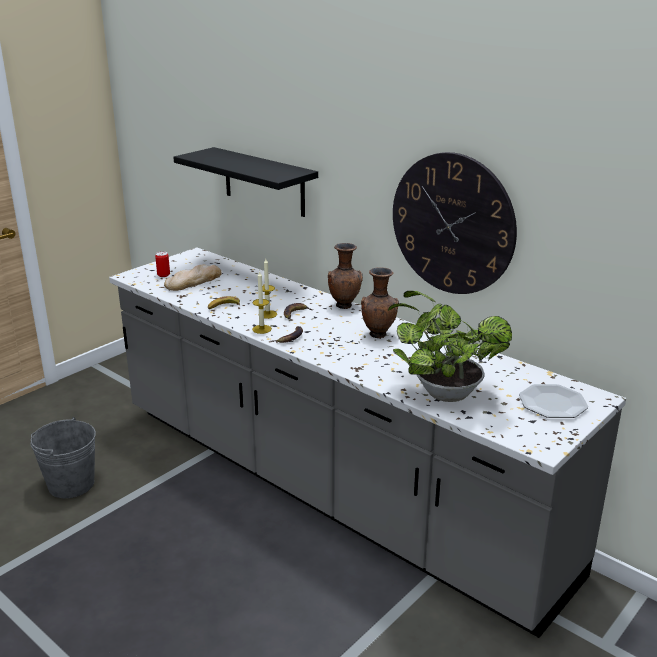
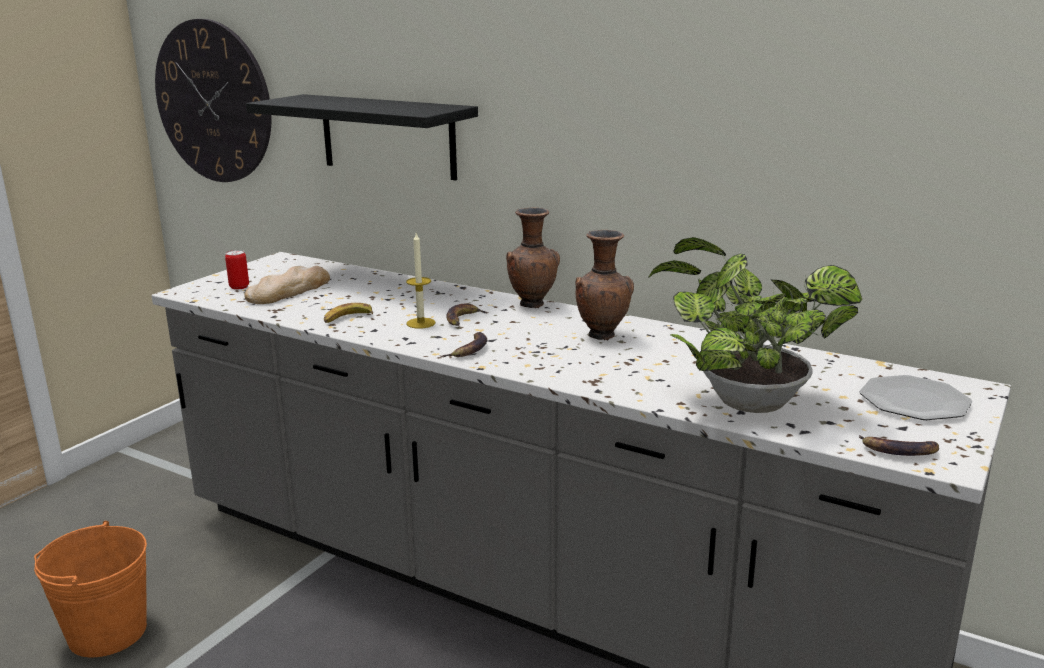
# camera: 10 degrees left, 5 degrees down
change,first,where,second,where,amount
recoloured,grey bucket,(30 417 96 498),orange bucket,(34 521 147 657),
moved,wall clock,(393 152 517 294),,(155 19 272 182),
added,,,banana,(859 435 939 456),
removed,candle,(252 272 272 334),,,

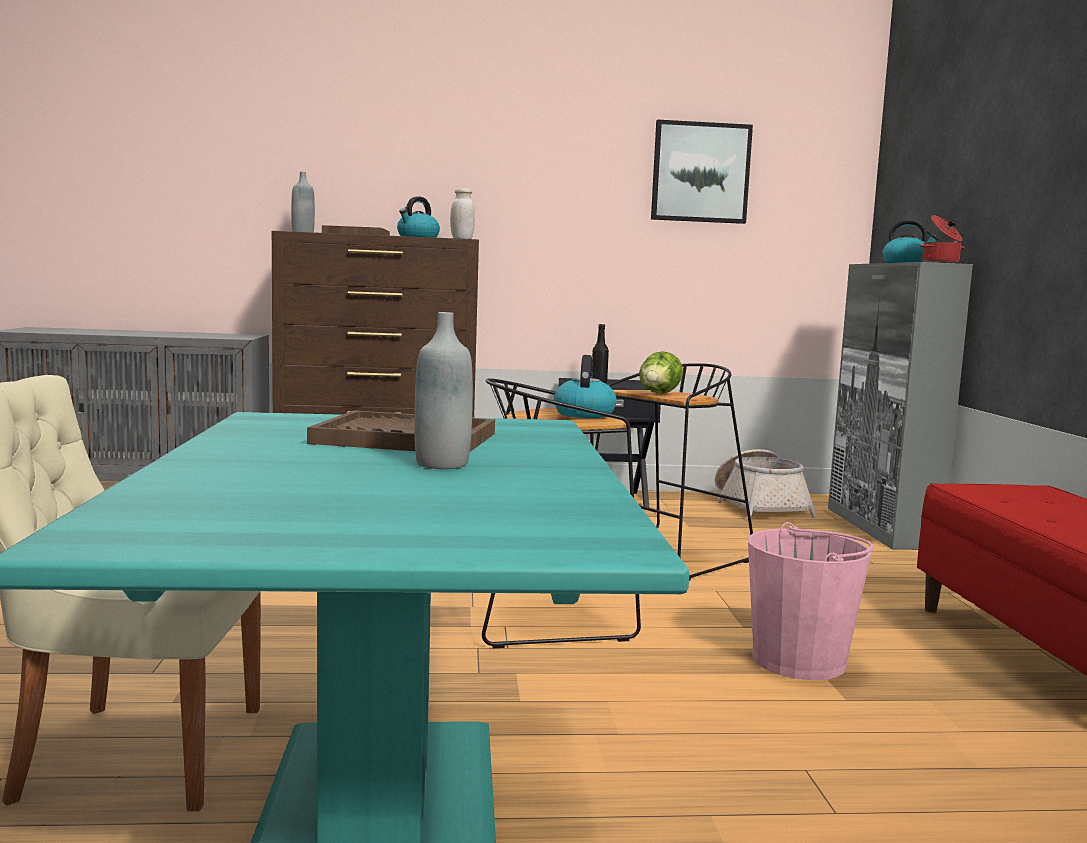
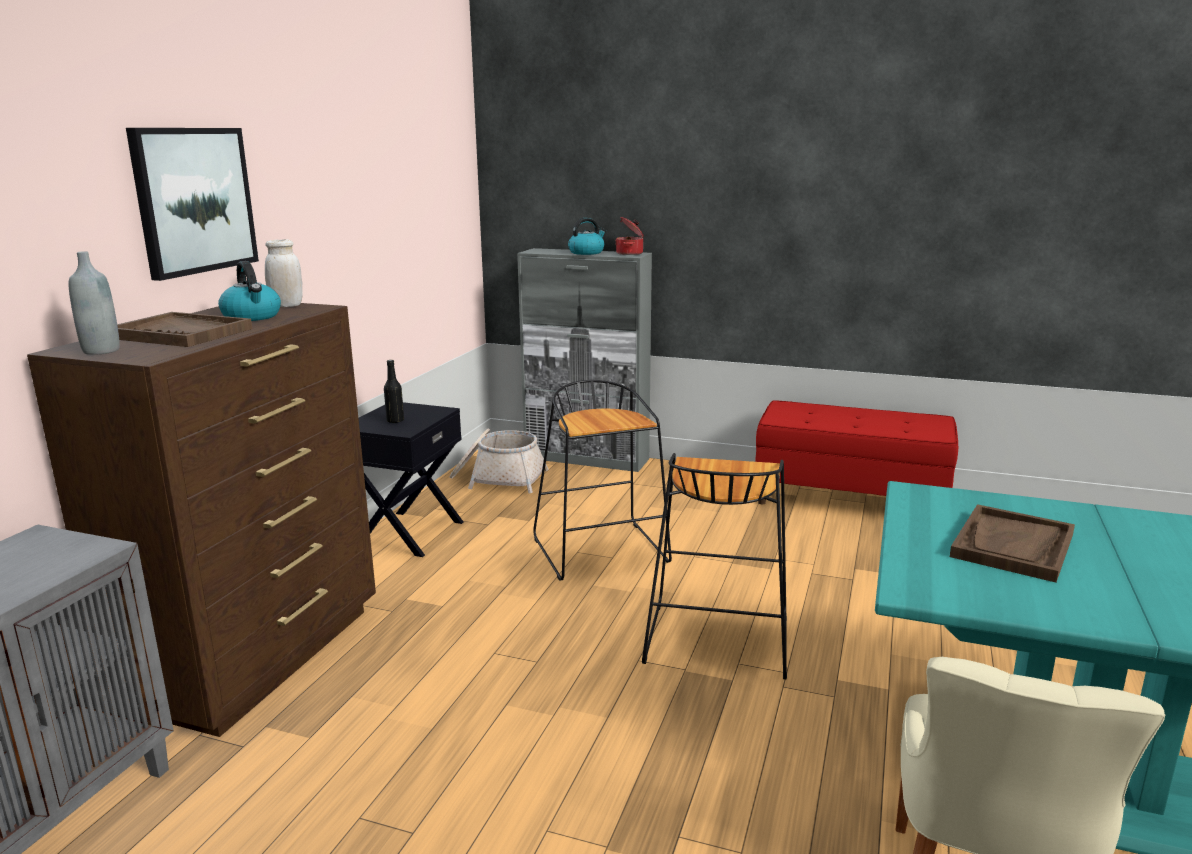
# camera: 65 degrees left, 10 degrees up
change,first,where,second,where,amount
moved,picture,(651 120 753 224),,(126 128 259 281),
removed,grey bottle,(414 312 473 469),,,
removed,kettle,(554 355 617 418),,,
removed,lettuce,(639 351 683 394),,,
removed,pink bucket,(748 522 873 680),,,

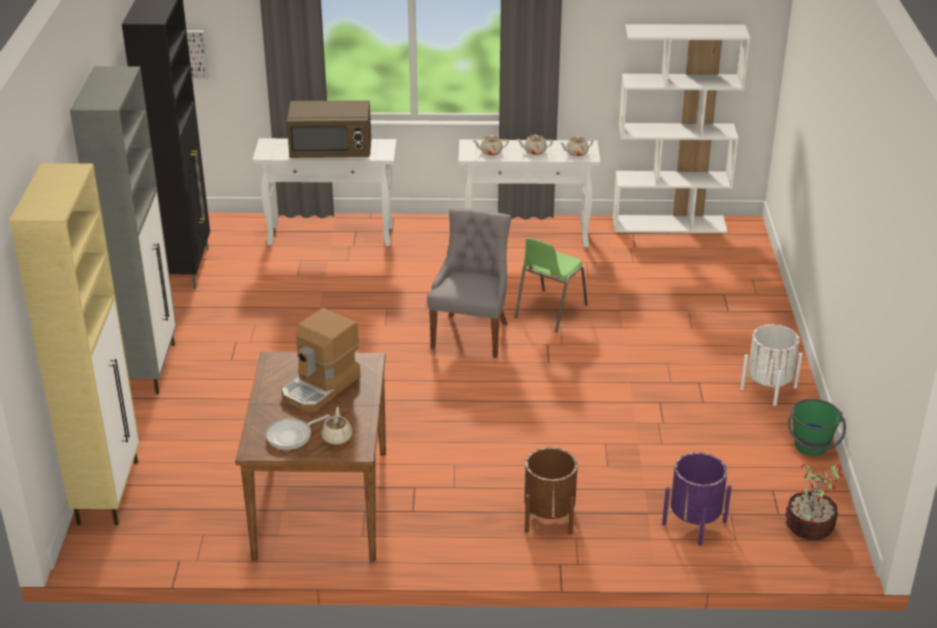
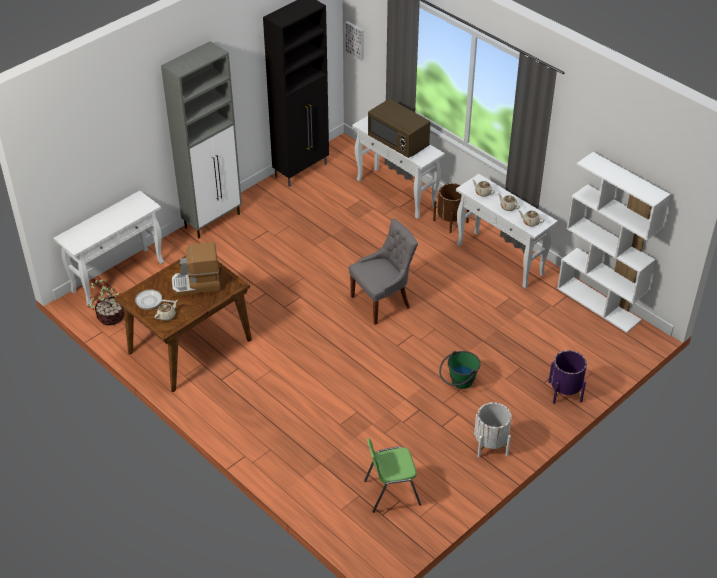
# camera: 45 degrees right, 10 degrees up
change,first,where,second,where,amount
replaced,beige cabinet,(9 163 140 525),white console table,(53 191 164 306),
moved,potted plant,(785 464 843 540),,(87 278 124 326),
moved,green chair,(515 238 588 332),,(364 438 421 513),
moved,brown planter,(524 447 578 535),,(433 183 469 233),
moved,green bucket,(788 399 846 456),,(439 351 481 389),
moved,purple planter,(662 452 732 546),,(548 350 587 404),

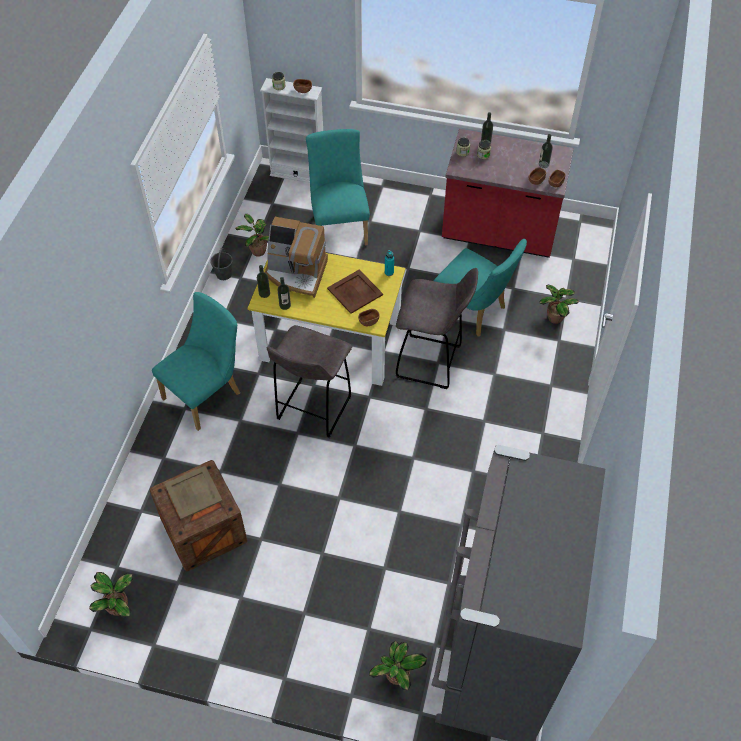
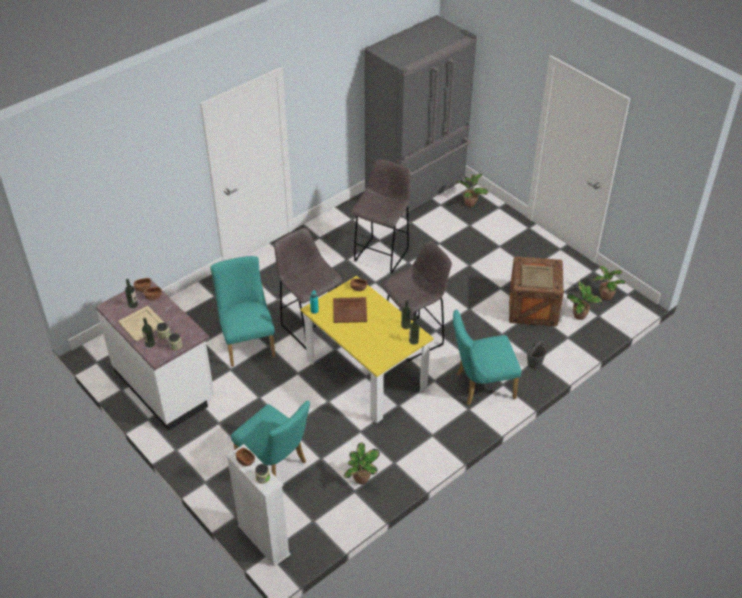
# camera: 145 degrees left, 10 degrees down
change,first,where,second,where,amount
recoloured,red counter,(442 129 574 258),white counter,(96 278 215 431),
added,,,beige tray,(118 306 163 342),
turned,turquoise chair,(306 129 370 245),,(231 401 310 476),75 degrees counterclockwise
added,,,grey stool,(351 159 410 274),
moved,grey bucket,(210 248 233 280),,(527 341 547 369),
moved,potted plant,(539 285 579 324),,(567 282 602 320),
removed,coffee machine,(265 217 328 298),,,

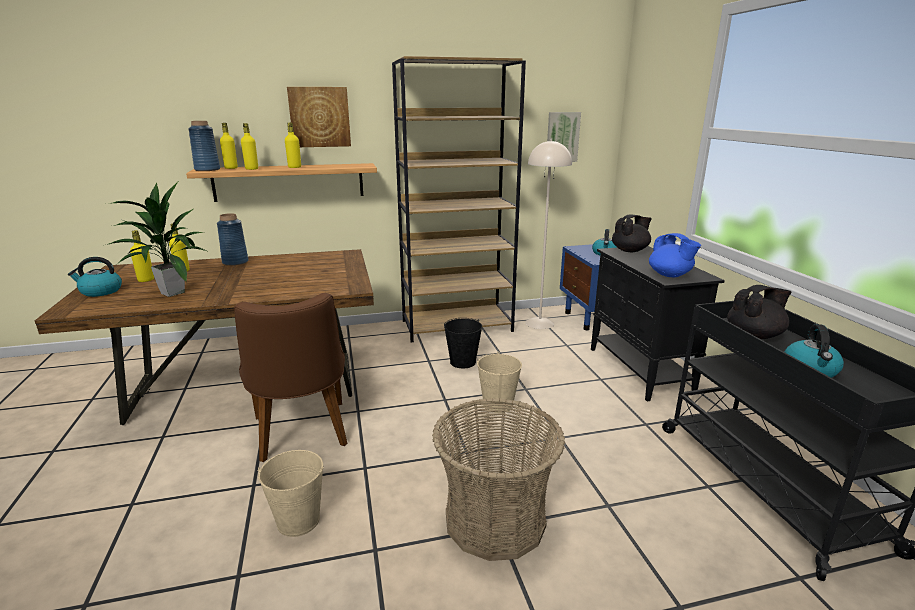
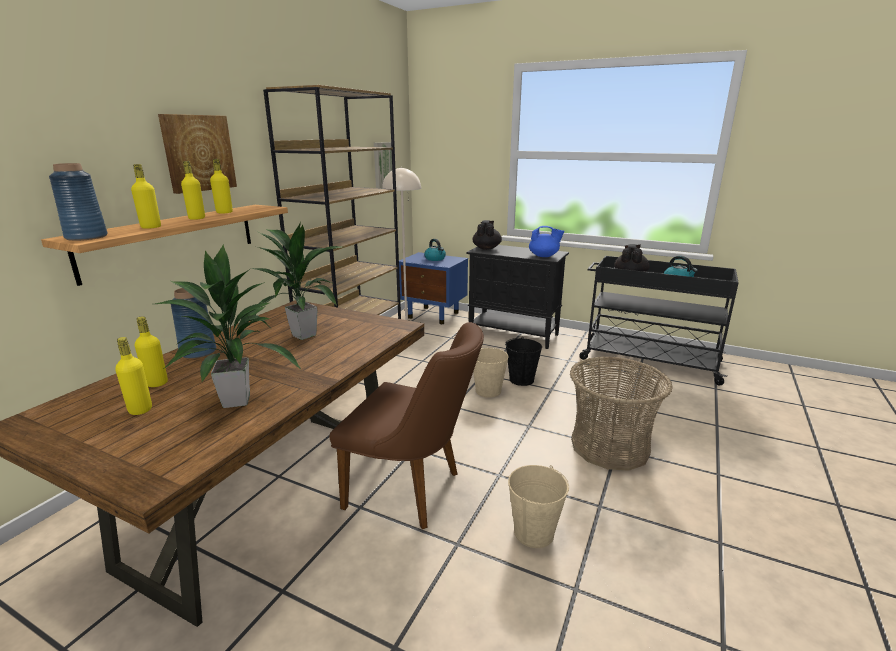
# camera: 50 degrees left, 0 degrees up
change,first,where,second,where,amount
moved,yellow bottle,(220 123 238 169),,(210 159 233 214),
added,,,potted plant,(251 221 342 340),
moved,black bucket,(444 318 482 368),,(505 337 542 386),
removed,kettle,(68 257 122 297),,,

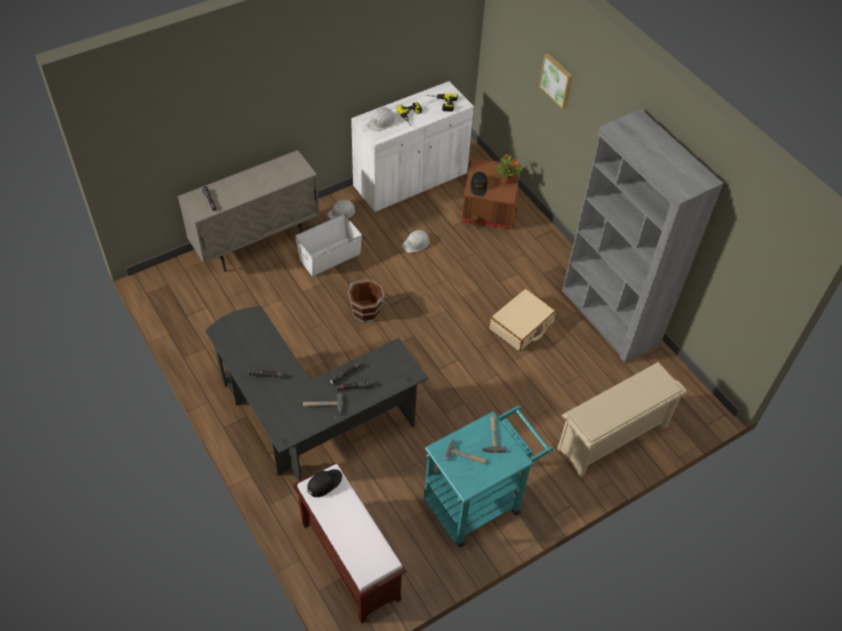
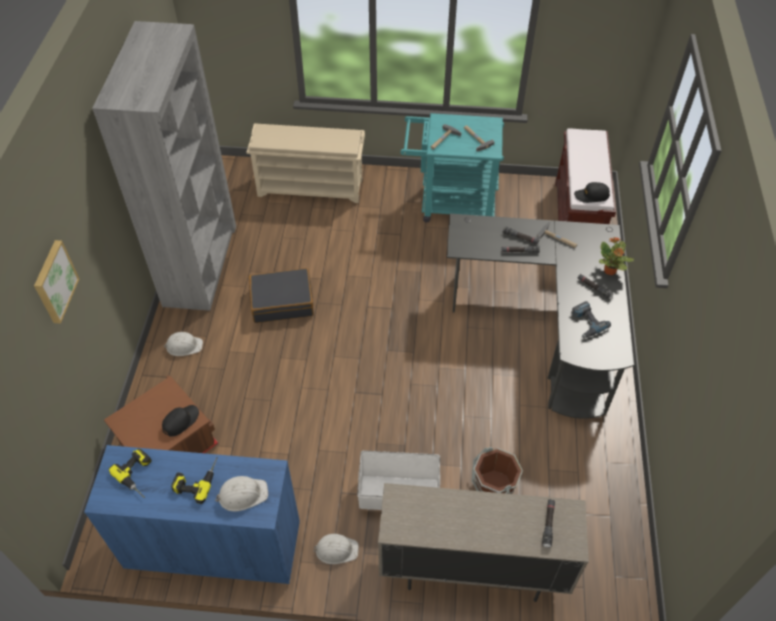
# camera: 140 degrees left, 0 degrees up
change,first,where,second,where,amount
recoloured,white cabinet,(351 81 474 212),blue cabinet,(84 445 300 584),
moved,white hard hat,(402 230 429 253),,(164 332 203 356),
recoloured,beige suitcase,(489 288 556 351),black suitcase,(249 268 314 323),
moved,brown bucket,(348 280 388 323),,(472 447 523 494),
added,,,power drill,(571 301 611 338),
moved,potted plant,(495 155 523 184),,(599 237 634 275),

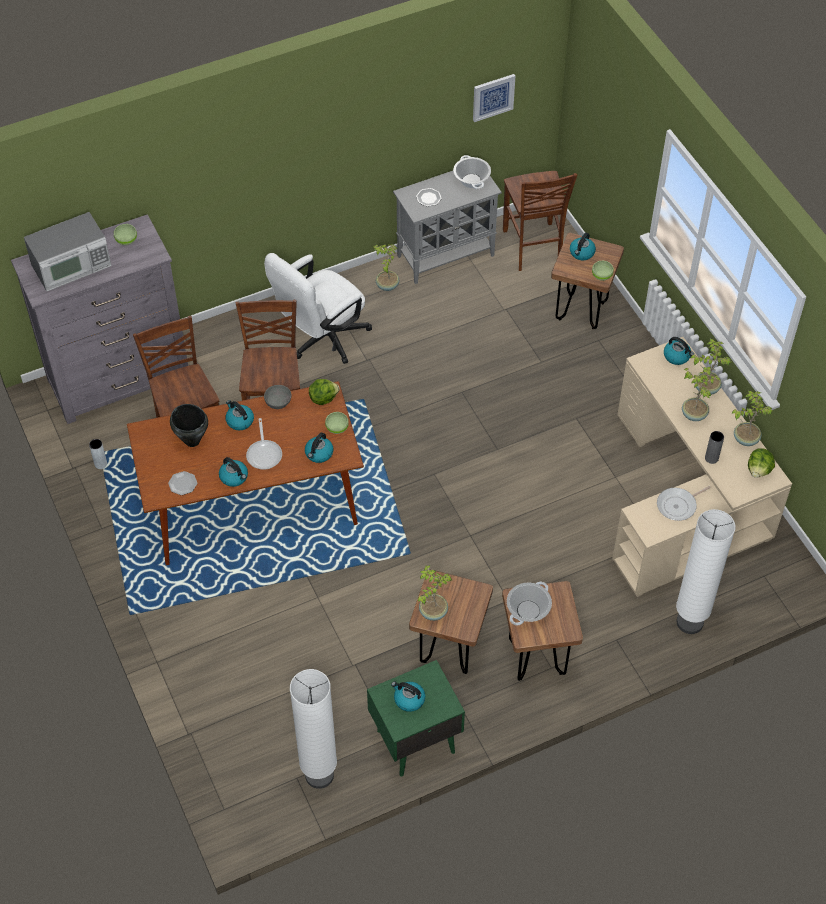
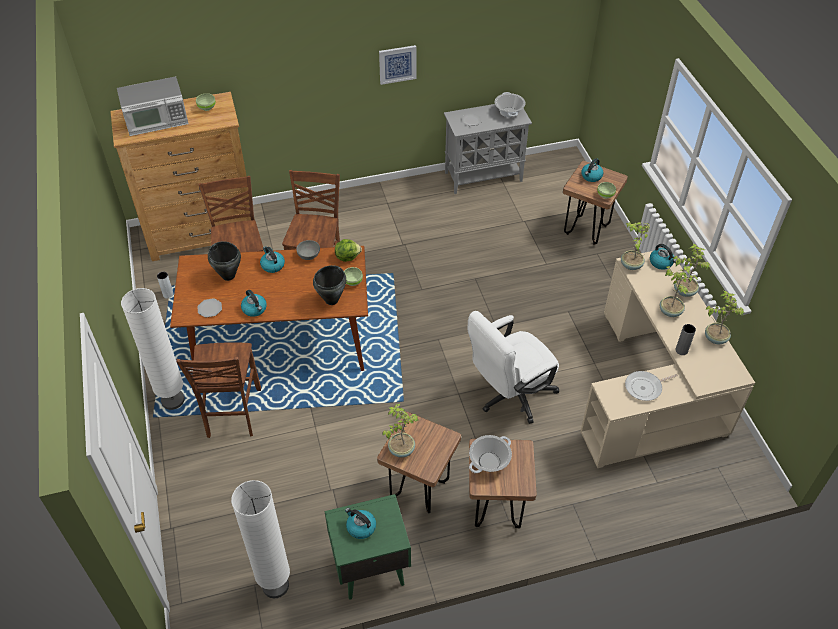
# camera: 10 degrees right, 5 degrees down
change,first,where,second,where,amount
recoloured,grey dresser,(11 214 188 424),brown dresser,(110 92 255 261),
moved,white floor lamp,(676 509 736 634),,(121 288 185 410),
moved,brown chair,(503 171 577 271),,(176 342 261 438),
replaced,kettle,(305 433 334 463),black cooking pot,(313 265 346 305),
moved,picture,(473 74 515 122),,(379 45 417 85),
moved,white office chair,(264 253 372 364),,(468 311 559 424),
moved,potted plant,(373 244 399 291),,(621 222 650 270),
removed,frying pan,(246 418 282 470),,,
removed,lettuce,(748 448 775 478),,,

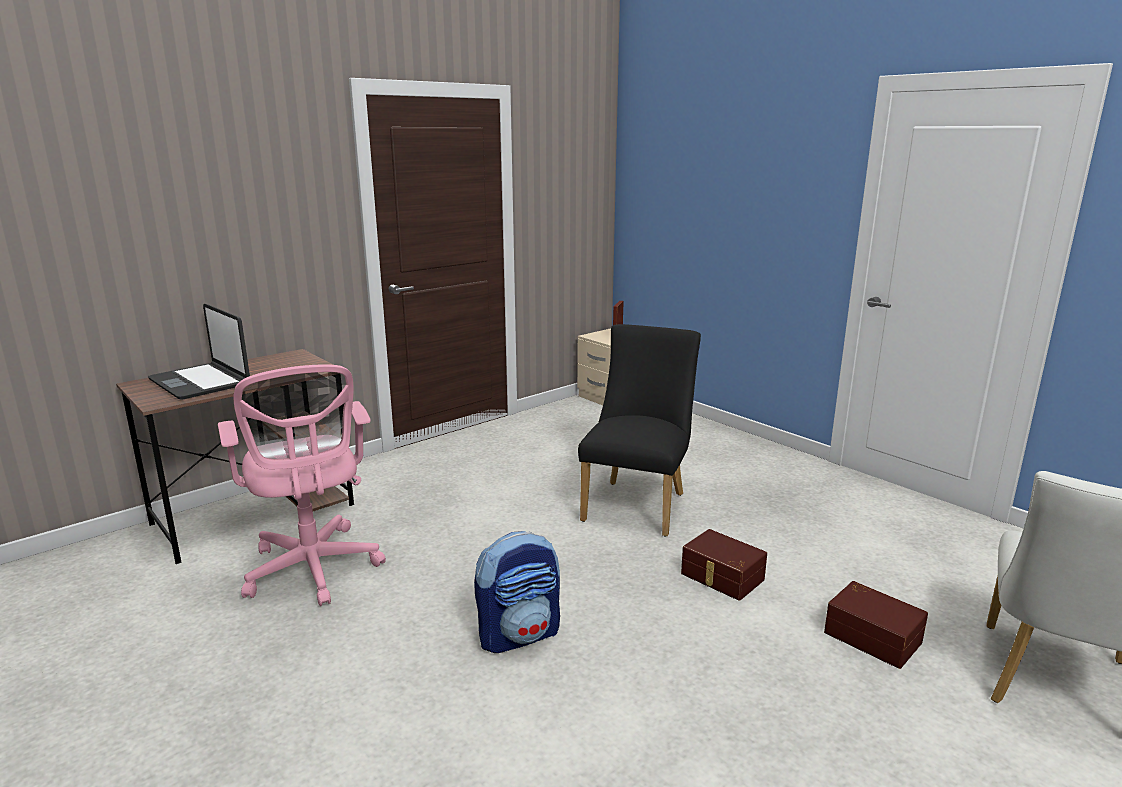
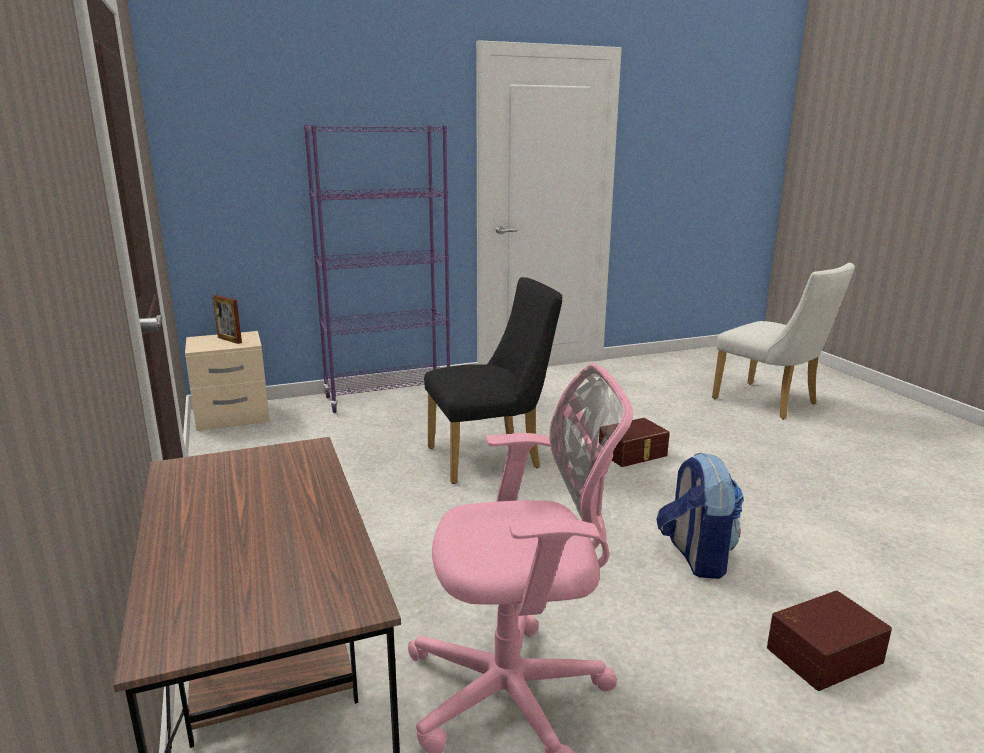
# camera: 70 degrees left, 0 degrees up
change,first,where,second,where,amount
added,,,purple bookcase,(304 125 450 413),
turned,black chair,(578 324 701 537),,(424 277 562 484),120 degrees clockwise
moved,brown storage box,(824 581 928 669),,(767 590 892 691),
removed,laptop,(148 304 250 400),,,

